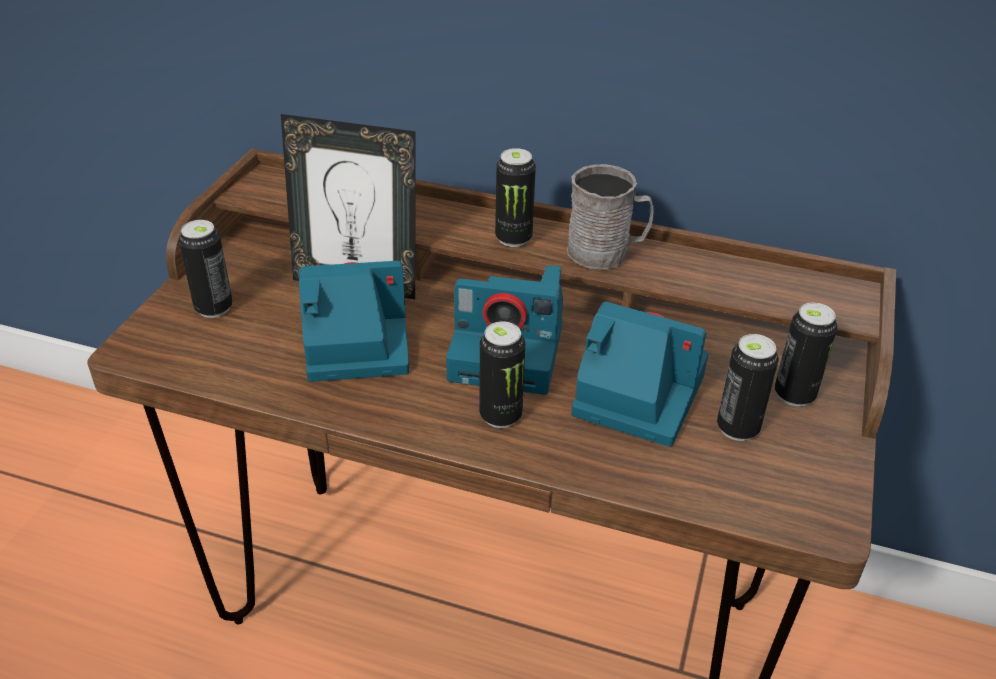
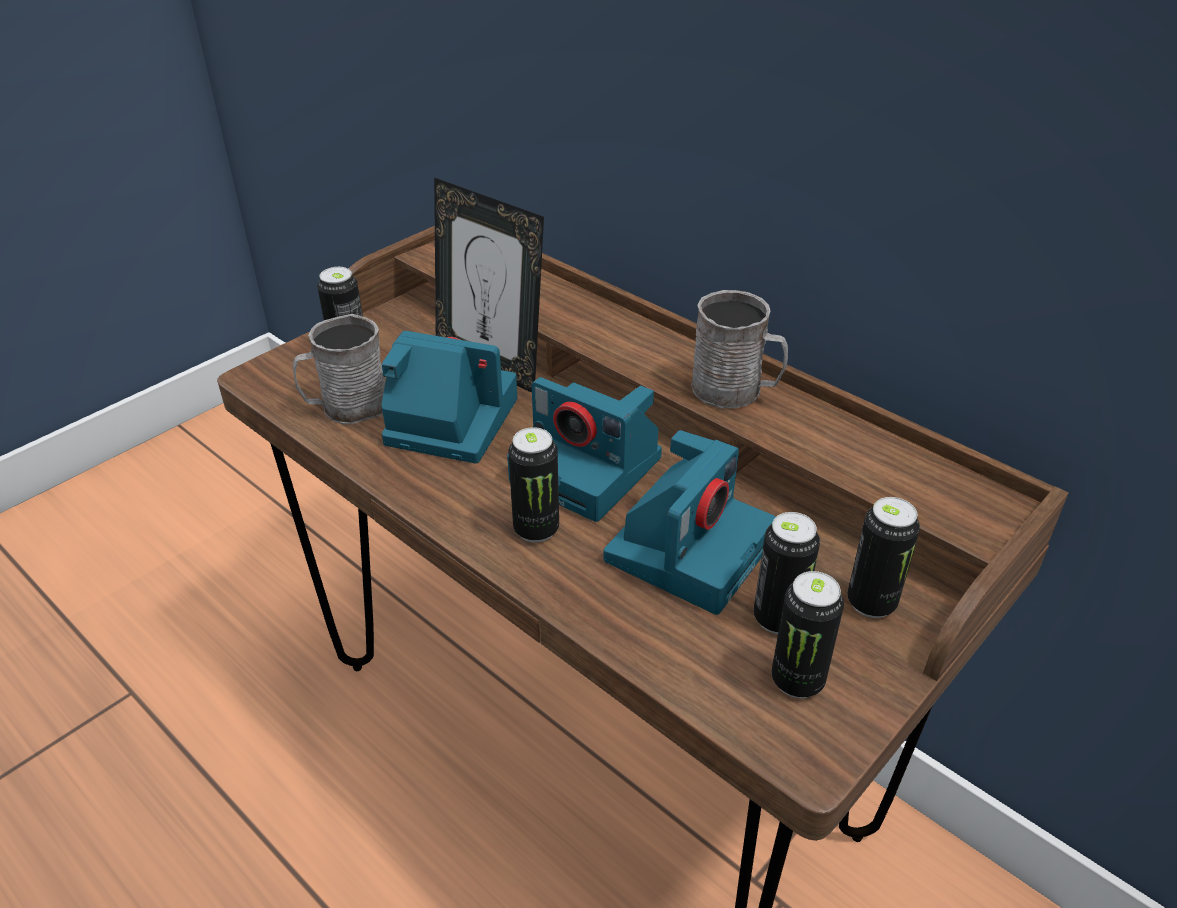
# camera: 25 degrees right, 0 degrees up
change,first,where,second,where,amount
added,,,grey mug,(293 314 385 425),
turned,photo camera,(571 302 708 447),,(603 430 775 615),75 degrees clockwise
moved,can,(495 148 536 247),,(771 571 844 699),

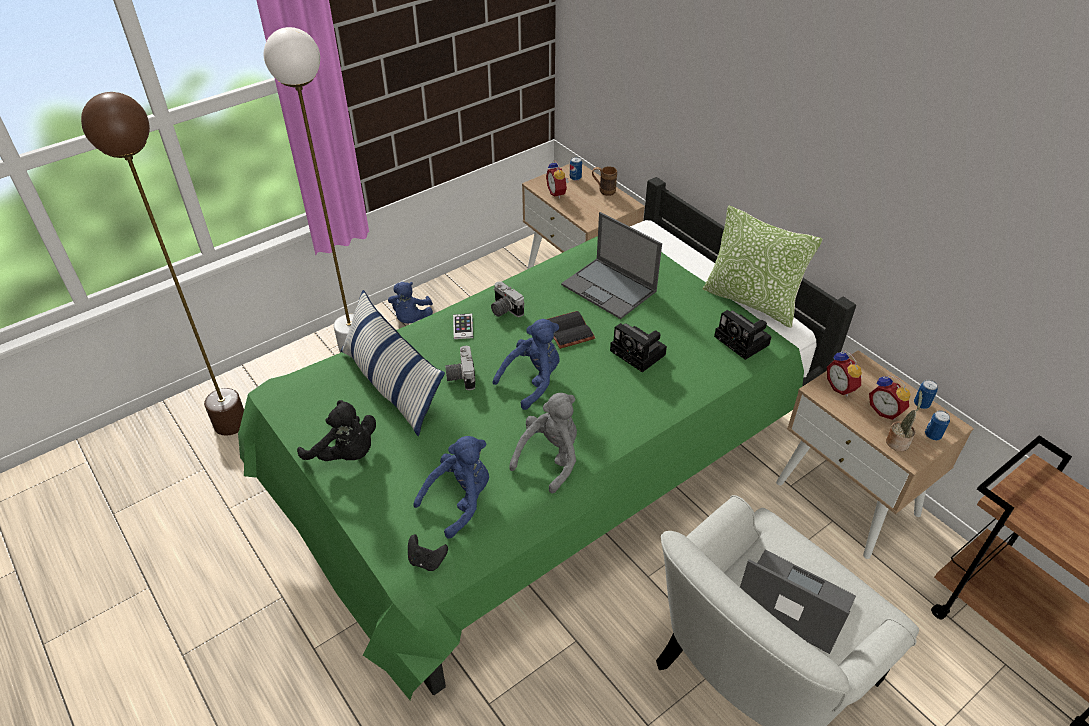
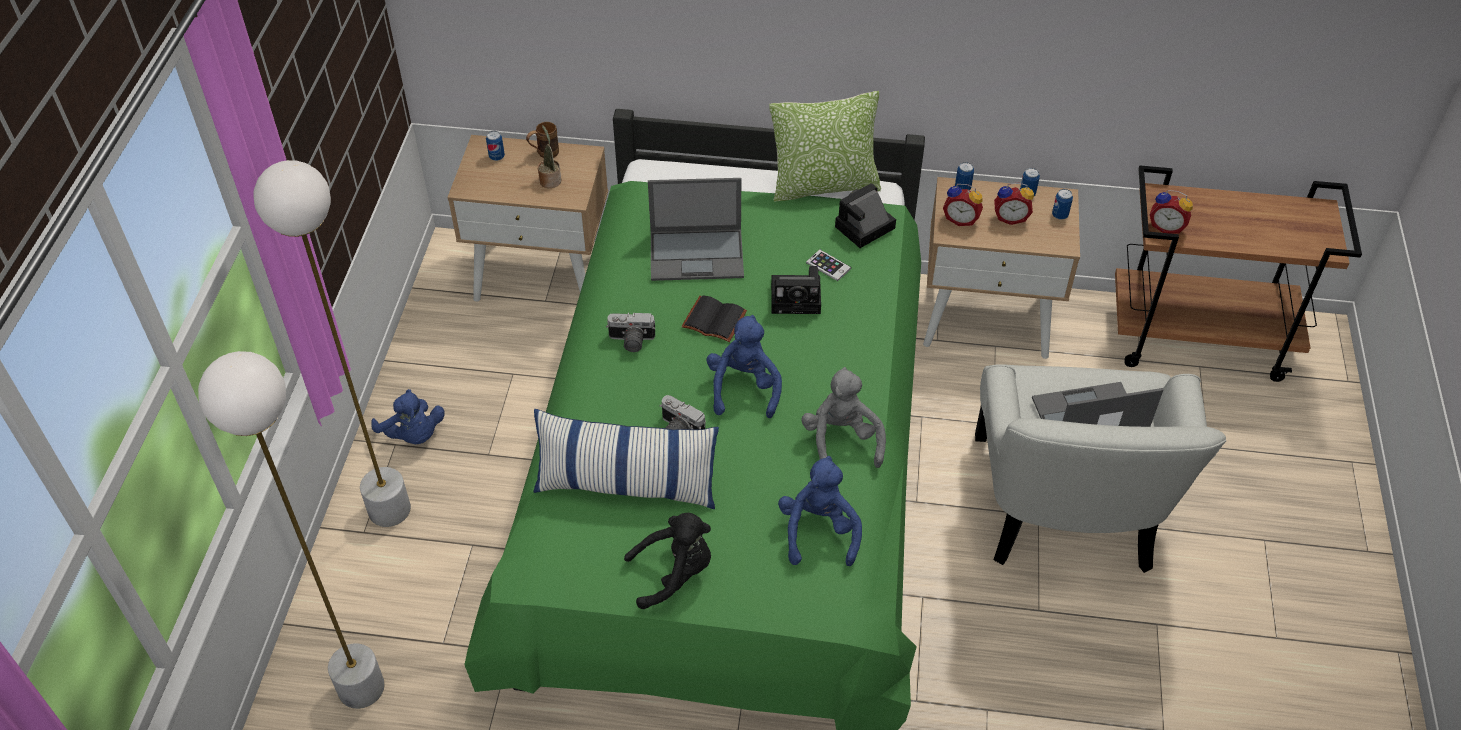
# camera: 45 degrees left, 5 degrees up
change,first,where,second,where,amount
recoloured,brown floor lamp,(81 92 244 436),white floor lamp,(198 351 385 709),
moved,potted plant,(886 390 923 451),,(537 125 561 188),
moved,phone,(453 313 473 339),,(806 249 851 281),
turned,photo camera,(714 310 771 360),,(835 183 896 248),135 degrees clockwise
added,,,can,(955 162 974 190),
moved,alarm clock,(546 160 569 199),,(1150 190 1193 234),
removed,black game controller,(408 534 448 571),,,

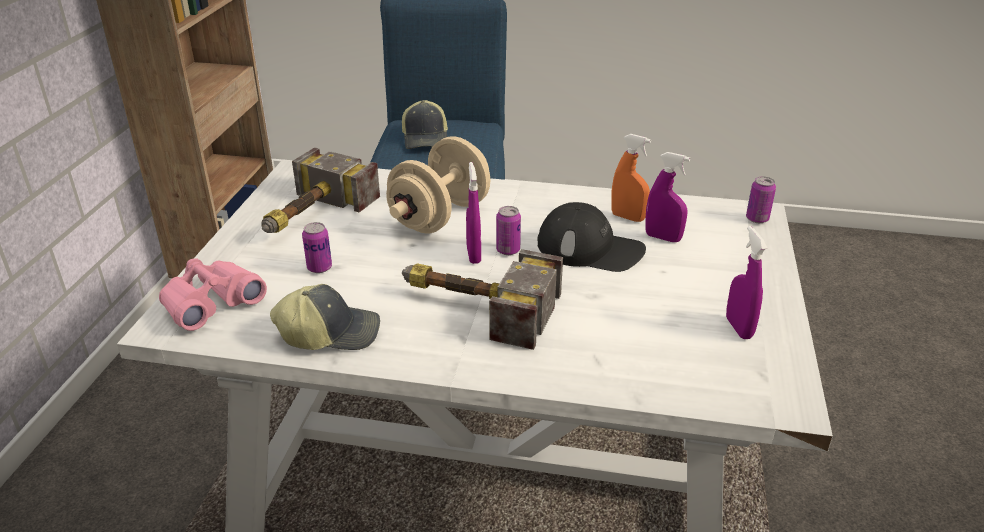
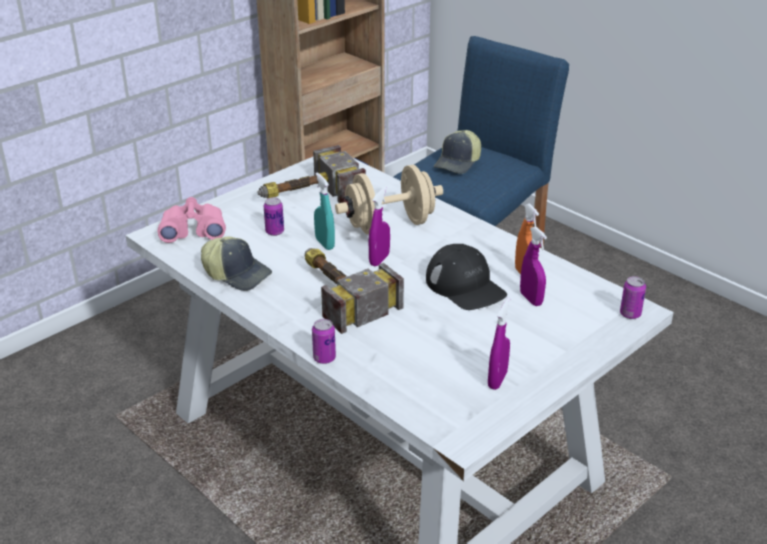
# camera: 35 degrees right, 0 degrees up
change,first,where,second,where,amount
moved,can,(496 206 521 255),,(312 319 336 364),
added,,,turquoise spray bottle,(314 172 335 250),

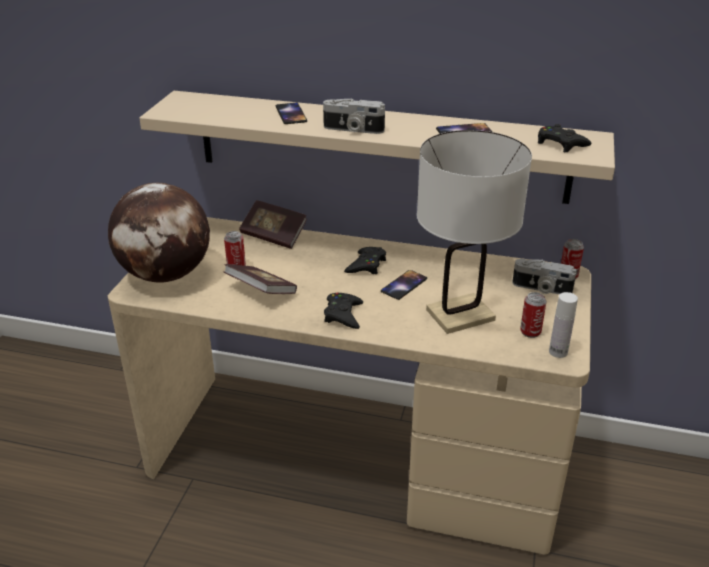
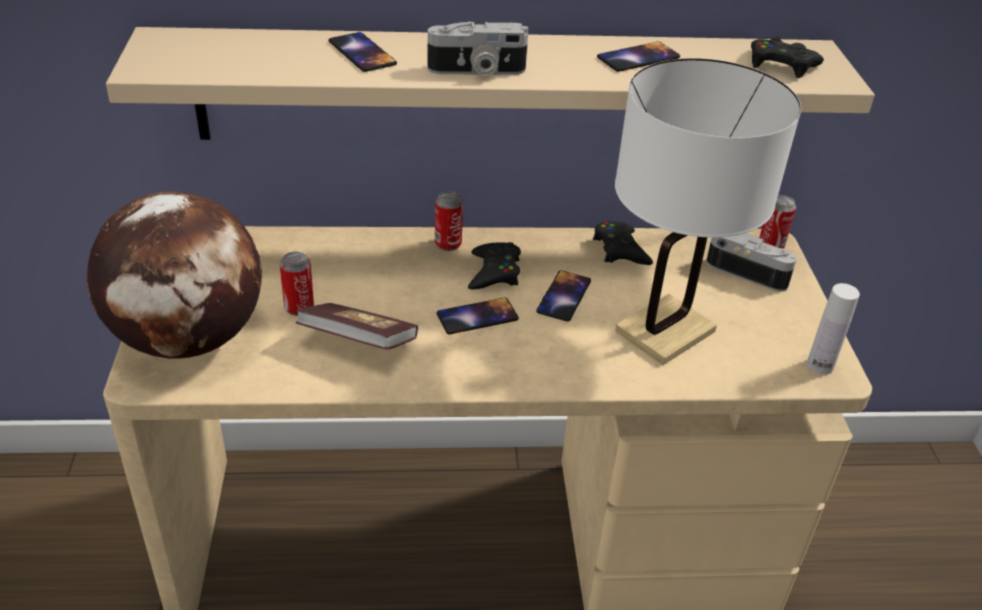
# camera: 20 degrees left, 5 degrees up
change,first,where,second,where,amount
moved,can,(520 292 546 338),,(435 191 463 251),
added,,,phone,(437 297 519 334),
moved,black game controller,(324 292 363 329),,(593 221 653 265),
turned,photo camera,(512 259 577 295),,(706 233 797 292),150 degrees counterclockwise
removed,book,(239 200 307 249),,,

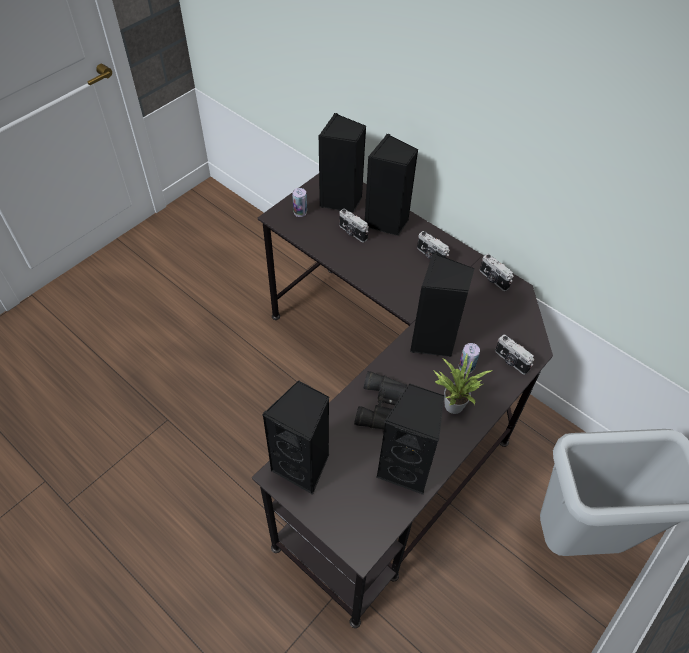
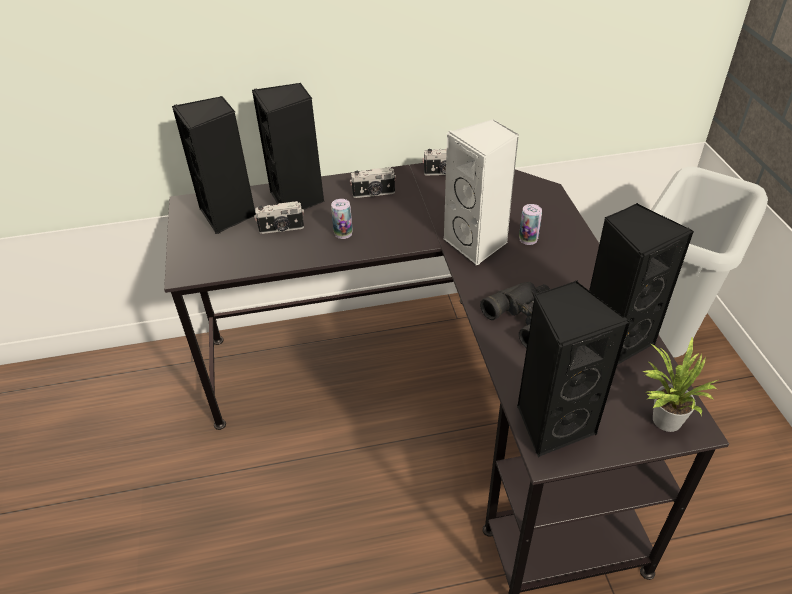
# camera: 50 degrees left, 10 degrees down
change,first,where,second,where,amount
moved,can,(292 188 307 217),,(331 199 353 239),
recoloured,black speaker,(410 253 475 357),white speaker,(444 119 519 266),
moved,potted plant,(434 354 493 414),,(643 336 718 432),
removed,photo camera,(495 334 534 375),,,

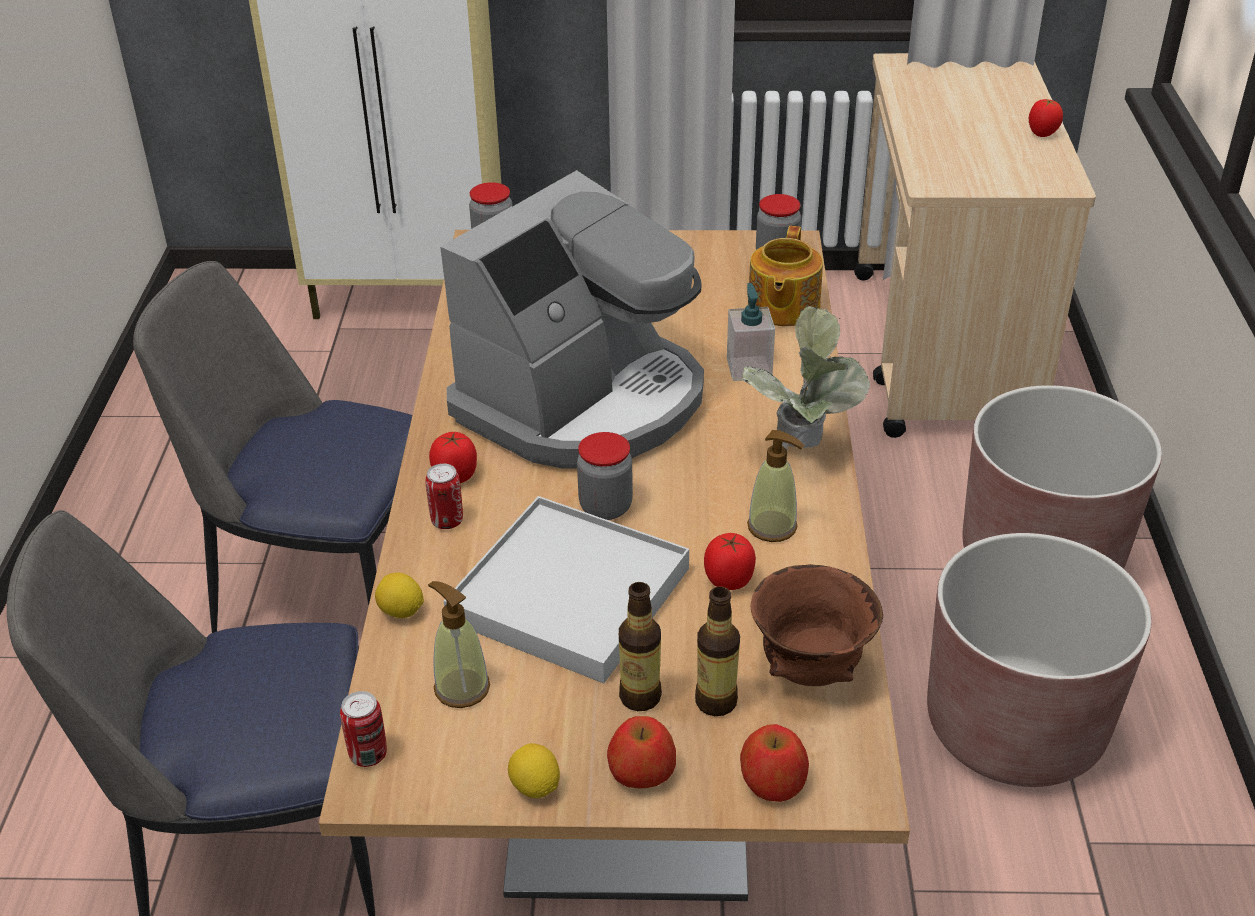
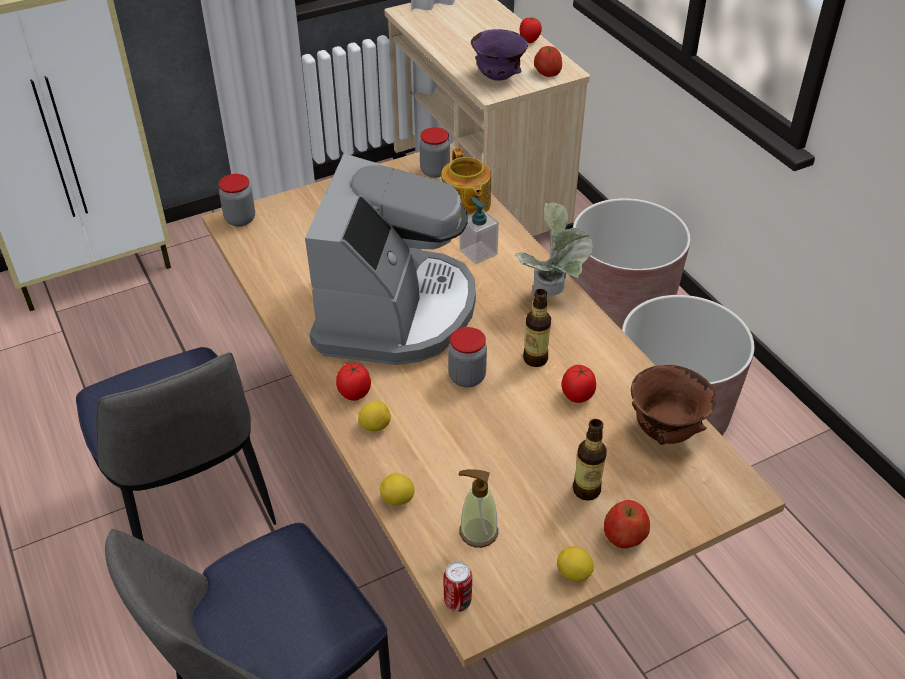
# camera: 30 degrees left, 5 degrees up
change,first,where,second,where,amount
turned,chair,(133 261 412 633),,(76 347 276 541),105 degrees counterclockwise
replaced,can,(425 463 463 529),lemon,(358 401 391 431),
added,,,purple bowl,(471 29 528 81),
moved,bottle,(695 587 740 716),,(523 289 551 367),
moved,apple,(740 724 809 802),,(534 46 562 77),
removed,white tray,(444 496 689 683),,,
removed,soap dispenser,(747 430 804 542),,,

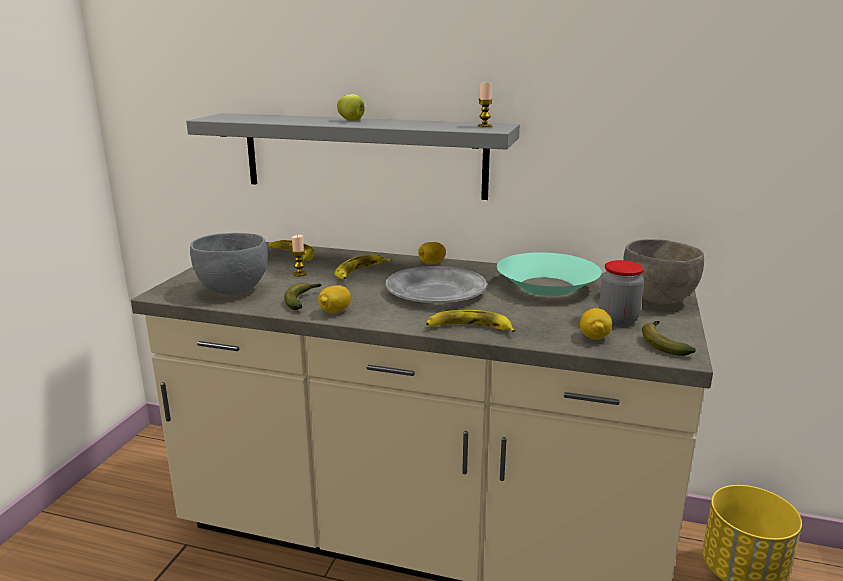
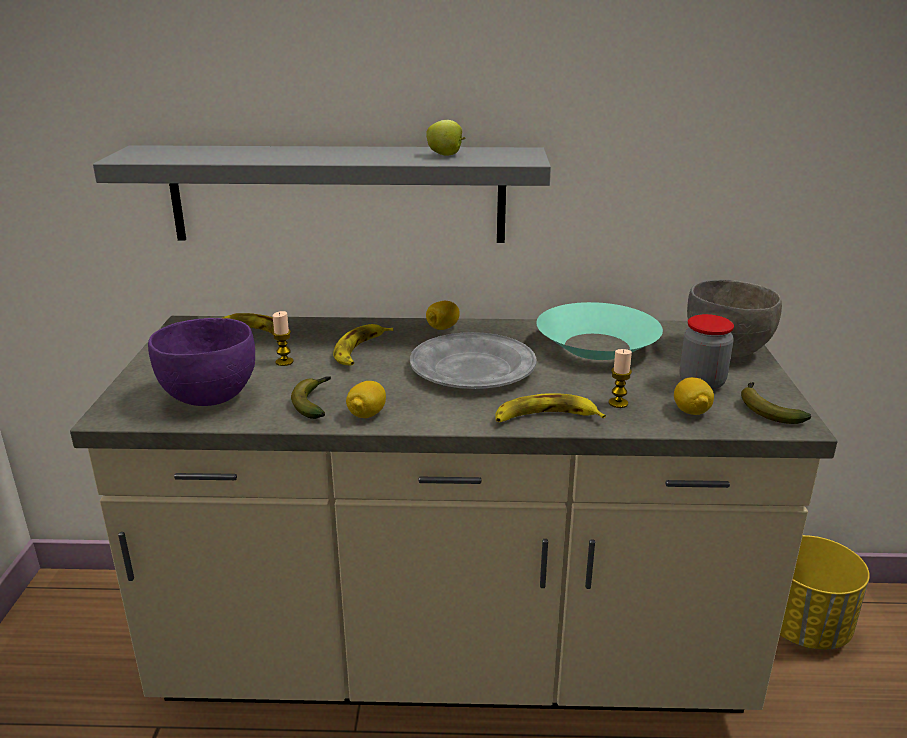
# camera: 15 degrees left, 5 degrees up
change,first,where,second,where,amount
recoloured,grey bowl,(190 233 268 294),purple bowl,(148 318 255 406),
moved,apple,(337 94 365 121),,(426 120 466 156),
moved,candle,(478 83 493 127),,(609 349 632 408),

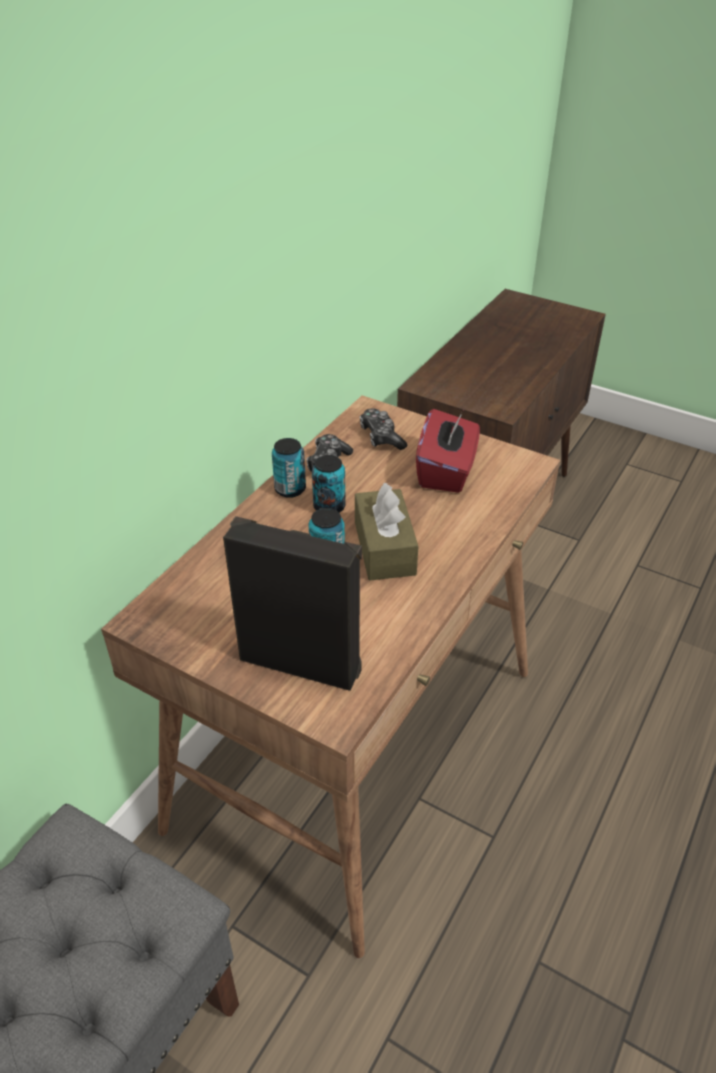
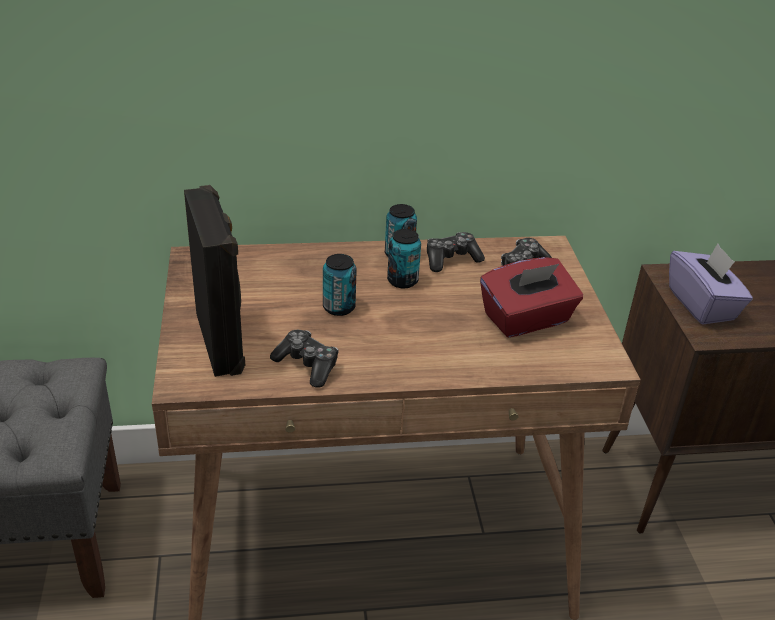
# camera: 50 degrees right, 5 degrees down
change,first,where,second,where,amount
added,,,game controller,(270 330 339 388),
added,,,purple tissue box,(669 244 753 325),
removed,brown tissue box,(355 482 418 581),,,

